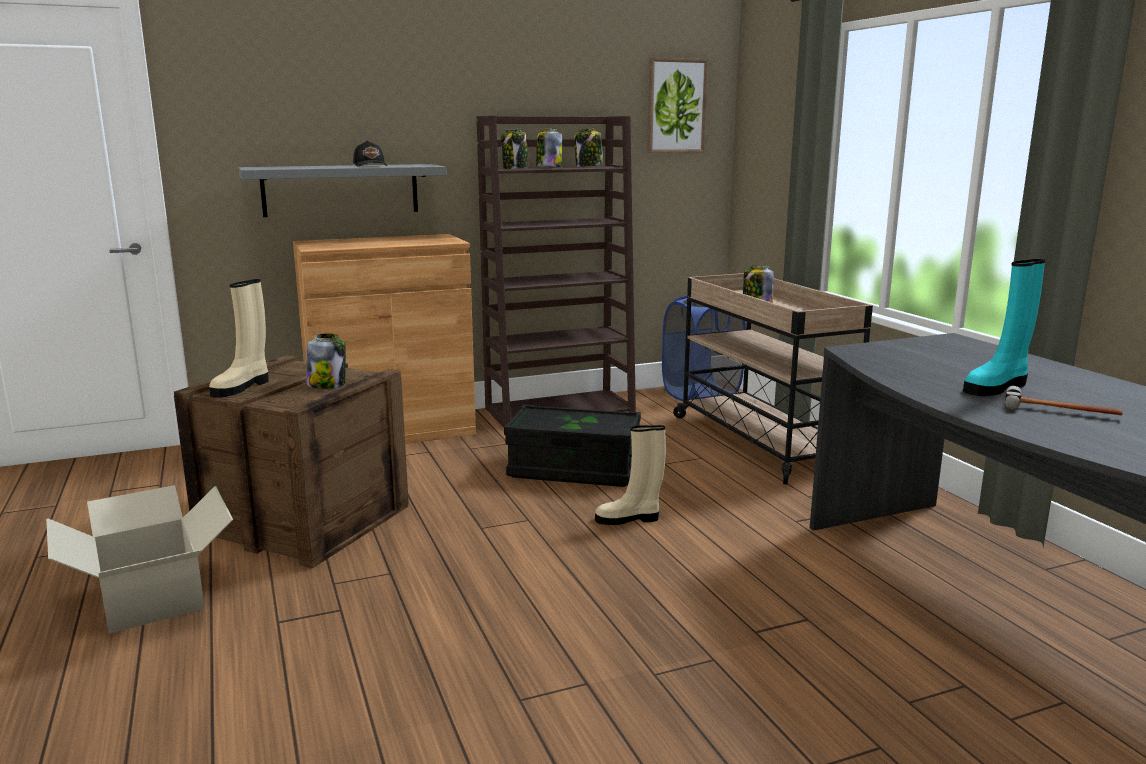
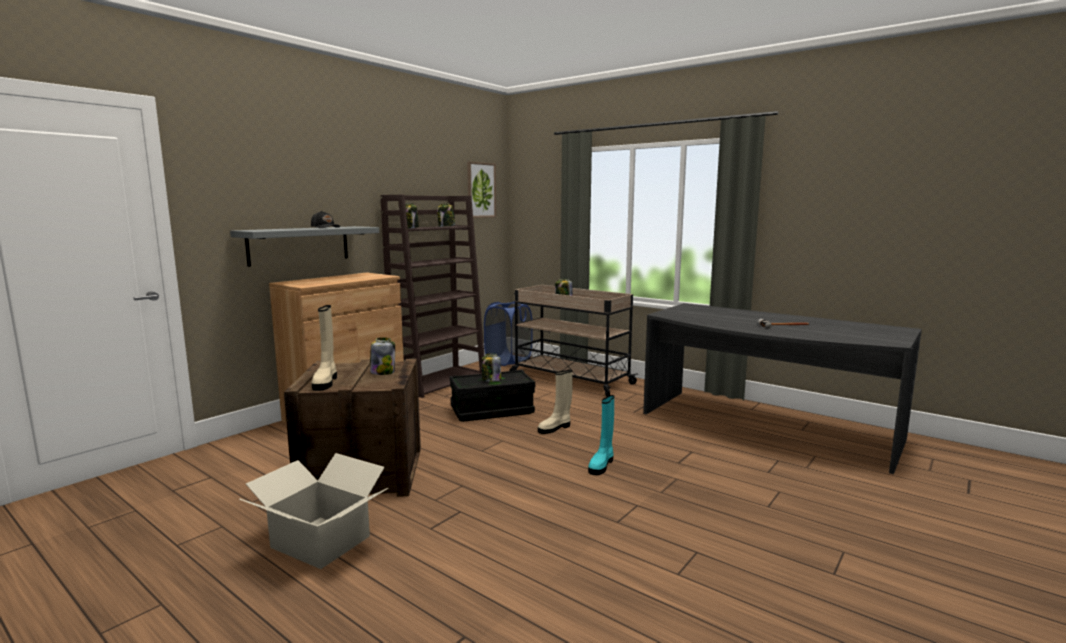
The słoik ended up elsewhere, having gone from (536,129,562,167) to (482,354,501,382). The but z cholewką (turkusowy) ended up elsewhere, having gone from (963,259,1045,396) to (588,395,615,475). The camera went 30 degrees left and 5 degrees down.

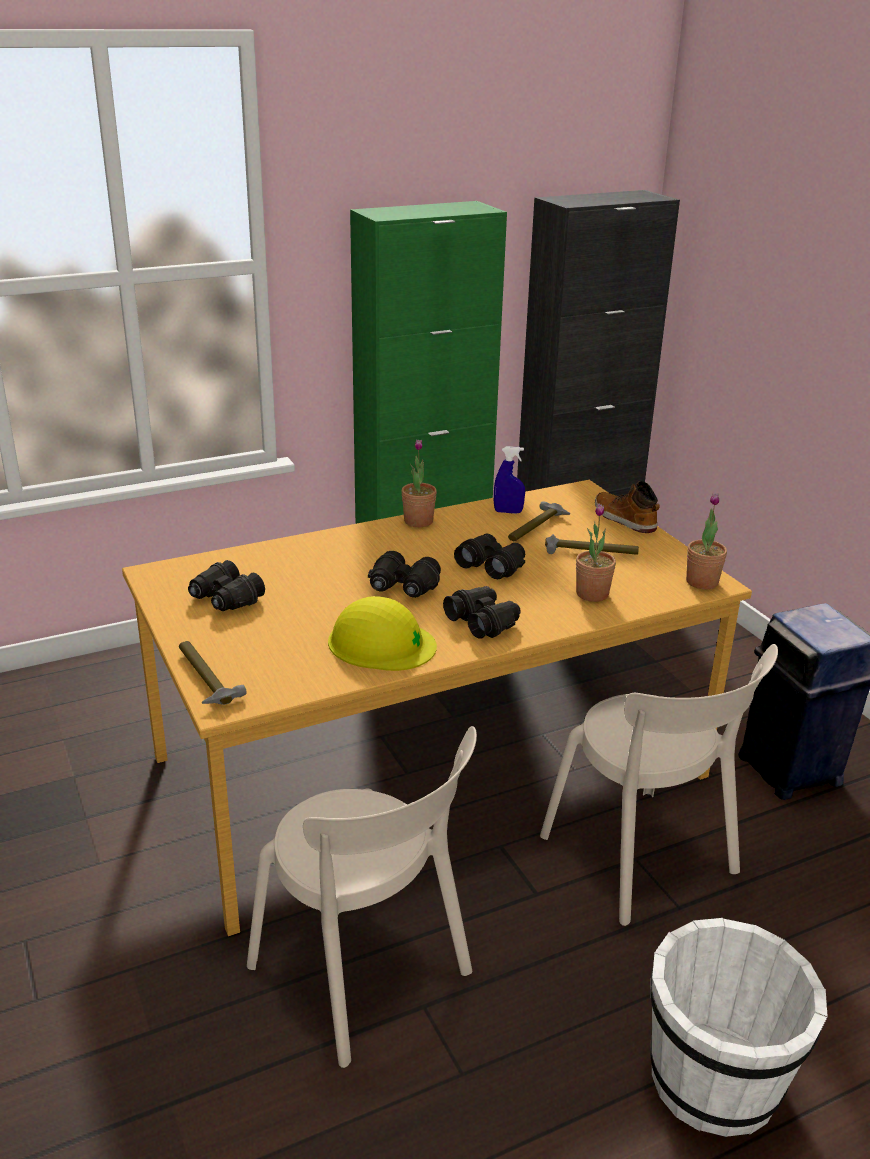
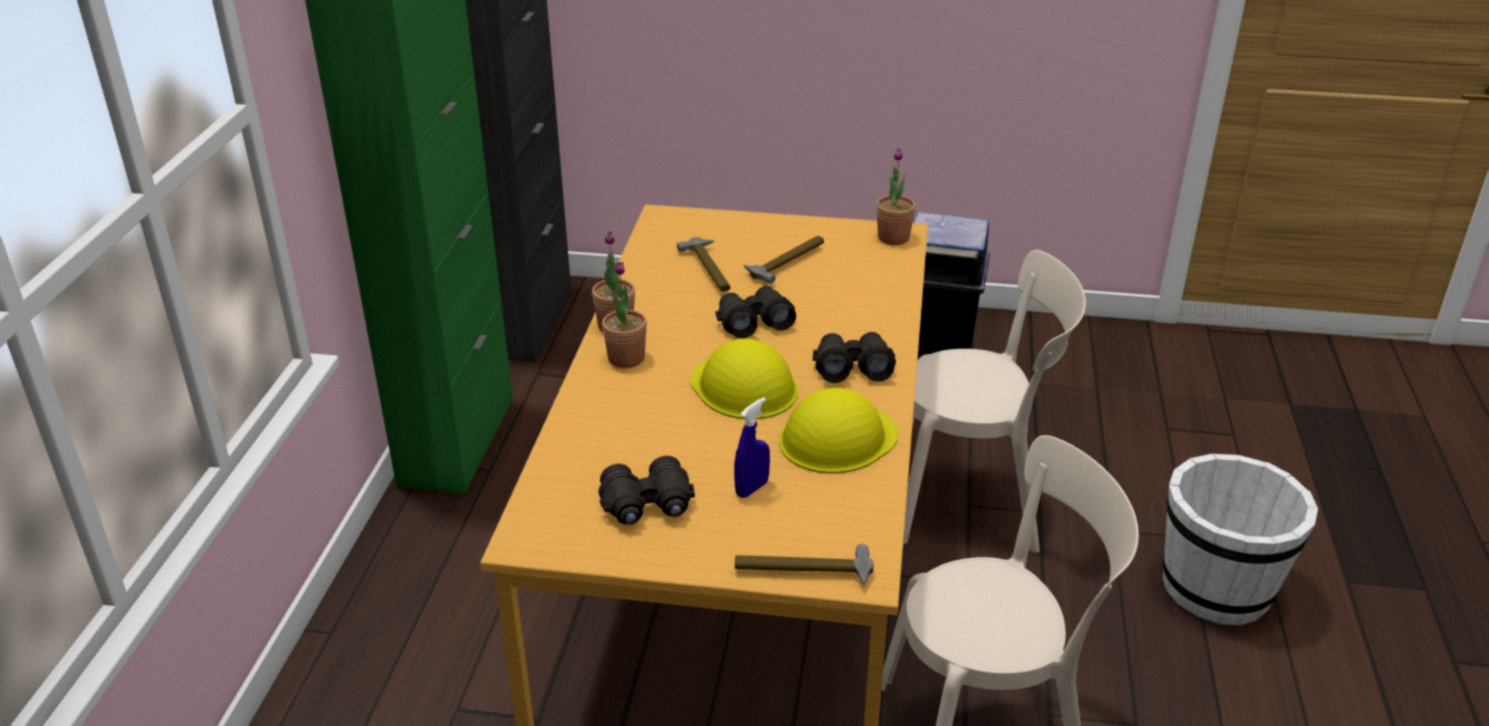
Where the lornetka (czarny) stood at (368,551,441,598), the kask (żółty) came to stand at (690,339,798,419). The spryskiwacz (niebieski) ended up elsewhere, having gone from (494,446,525,514) to (734,397,770,498). The roślina doniczkowa ended up elsewhere, having gone from (576,503,616,602) to (602,262,647,368). The second view lost the but z cholewką at (595,481,660,533). The camera went 55 degrees left and 5 degrees up.

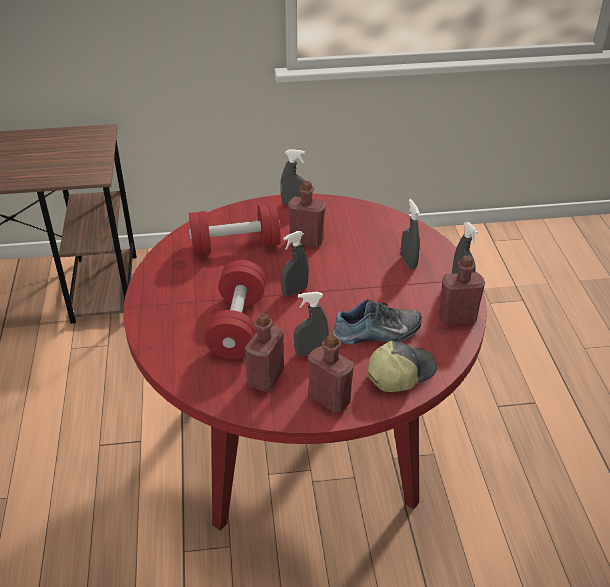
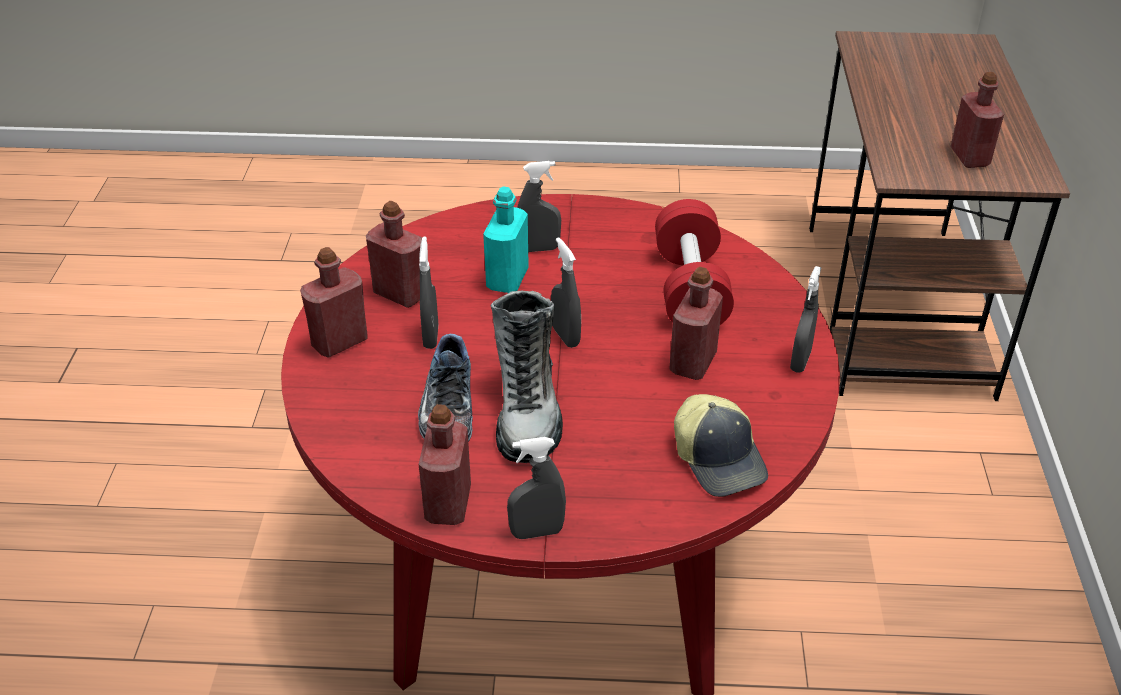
Where the hantel (czerwony) stood at (205,260,266,359), the butelka (turkusowy) came to stand at (483,186,529,293). The czapka z daszkiem ended up elsewhere, having gone from (367,341,437,392) to (674,394,768,497). The spryskiwacz (szary) ended up elsewhere, having gone from (401,199,420,270) to (517,161,561,252). The second view gained the but z cholewką at (491,291,563,463). The second view gained the butelka (czerwony) at (950,72,1004,168). The camera went 100 degrees right and 0 degrees up.

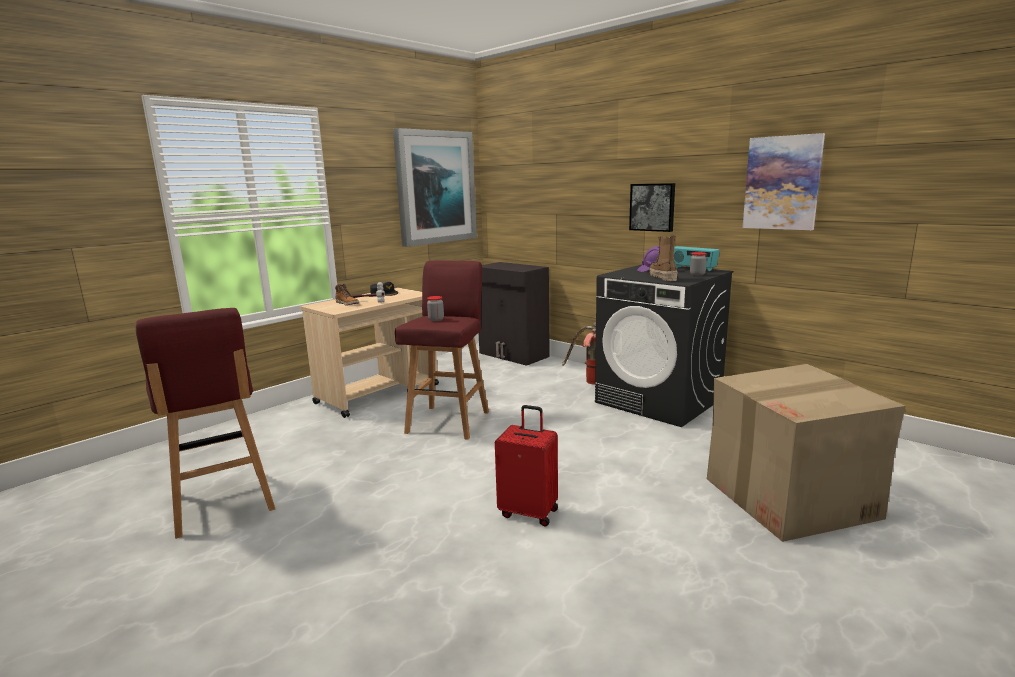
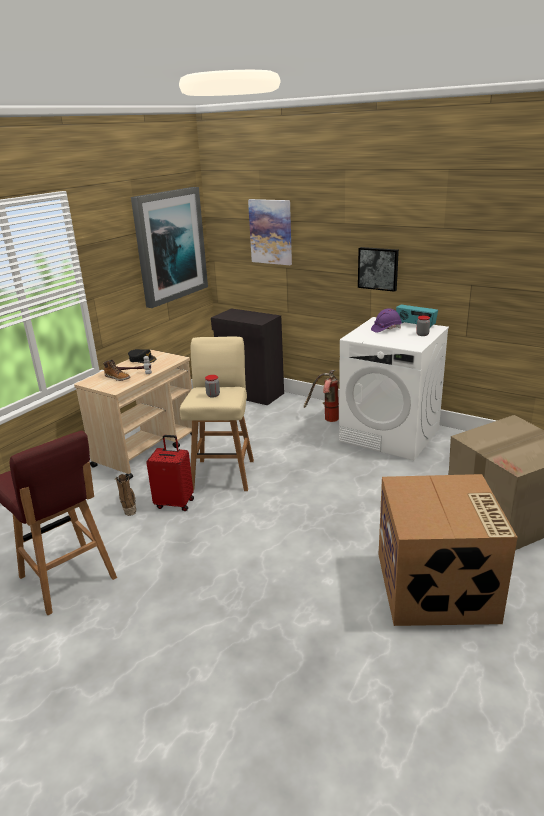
What was the stołek (czerwony) at (395,260,489,440) turned into the stołek (beżowy) at (180,336,254,491). The walizka (czerwony) ended up elsewhere, having gone from (495,405,558,527) to (146,435,194,511). What was the pralka (czarny) at (595,264,733,427) turned into the pralka (biały) at (339,317,449,460). The but z cholewką ended up elsewhere, having gone from (649,234,678,281) to (115,474,136,516). The obraz ended up elsewhere, having gone from (742,133,825,230) to (248,199,292,265). The second view gained the karton at (379,474,518,626). The camera went 10 degrees left and 10 degrees up.

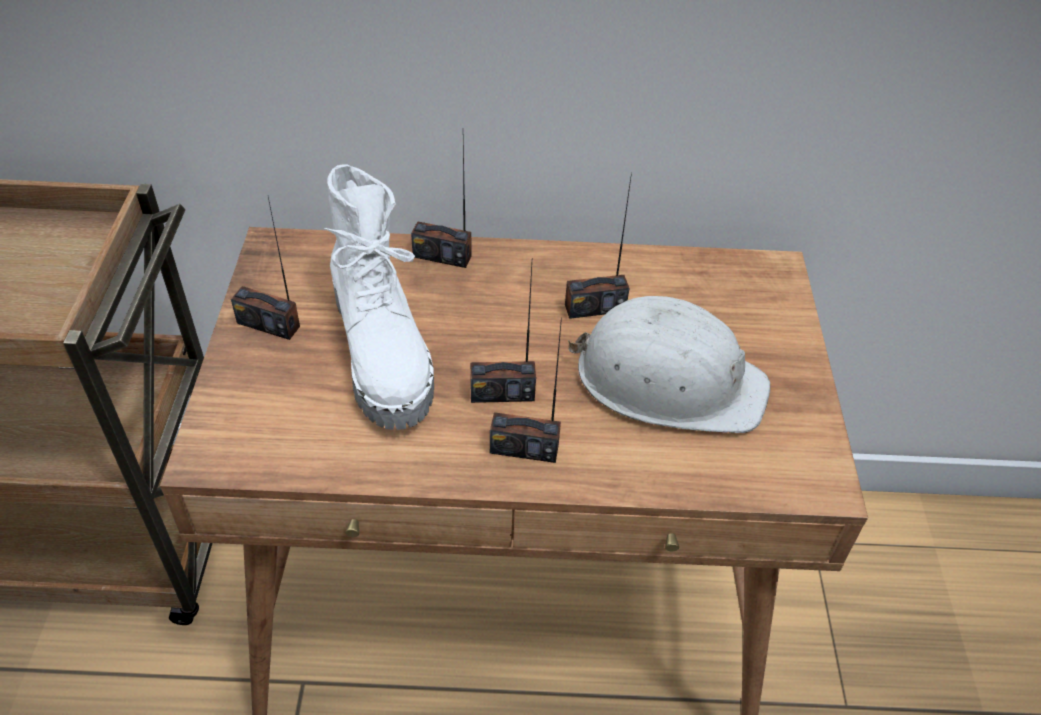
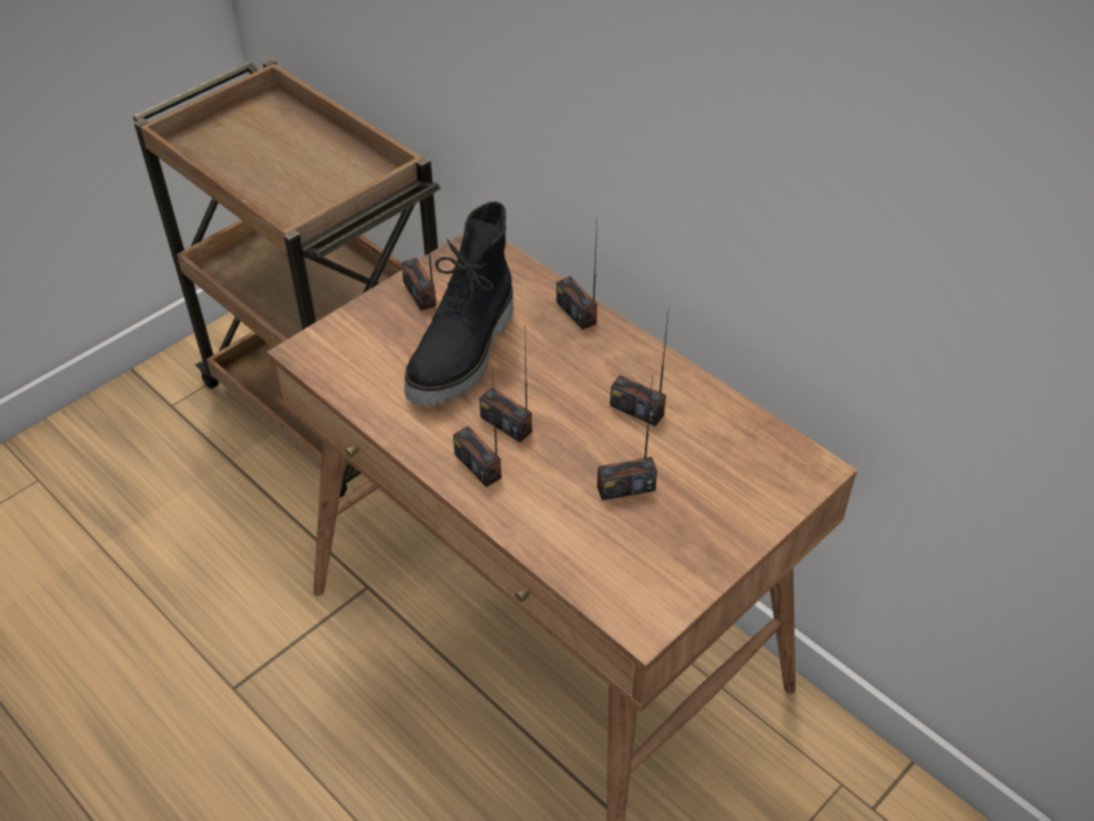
What was the but z cholewką (biały) at (324,165,434,430) turned into the but z cholewką (czarny) at (404,201,513,406). Where the kask (biały) stood at (568,296,770,433), the radio came to stand at (597,375,657,500). The camera went 45 degrees right and 0 degrees up.

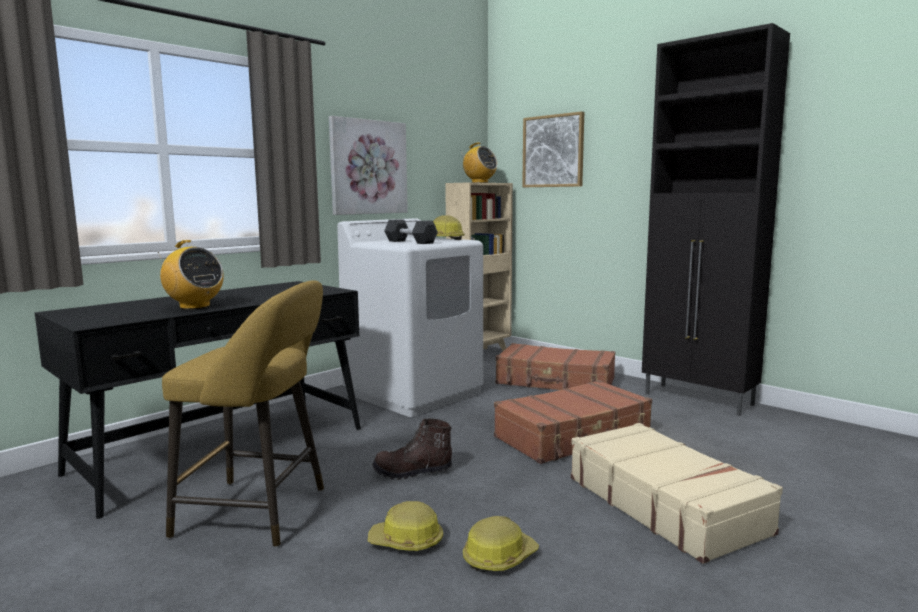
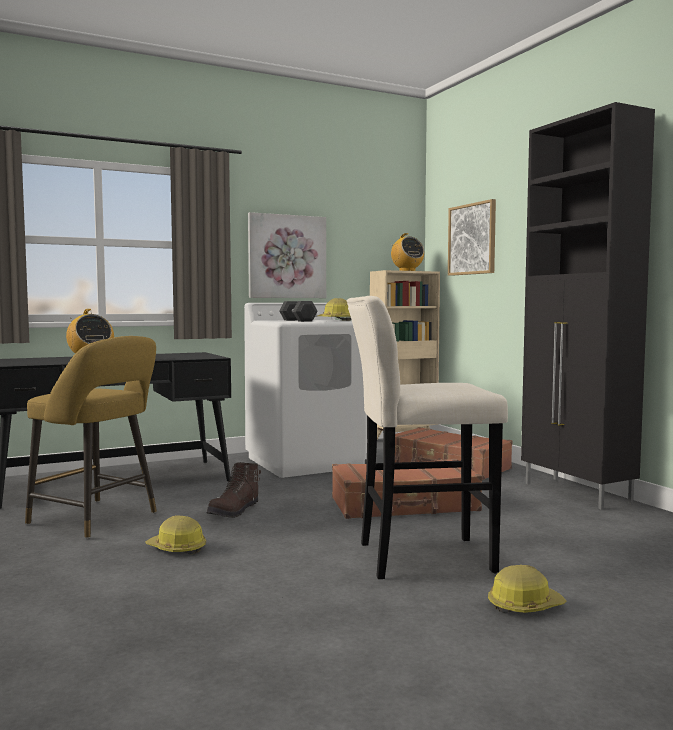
The but z cholewką (brązowy) at (372,418,452,480) ended up facing another way, 75 degrees counterclockwise from before. The kask ended up elsewhere, having gone from (463,516,539,572) to (488,565,566,613). Where the walizka (beżowy) stood at (571,423,783,564), the stołek (beżowy) came to stand at (347,296,508,579). The camera went 20 degrees right and 5 degrees down.

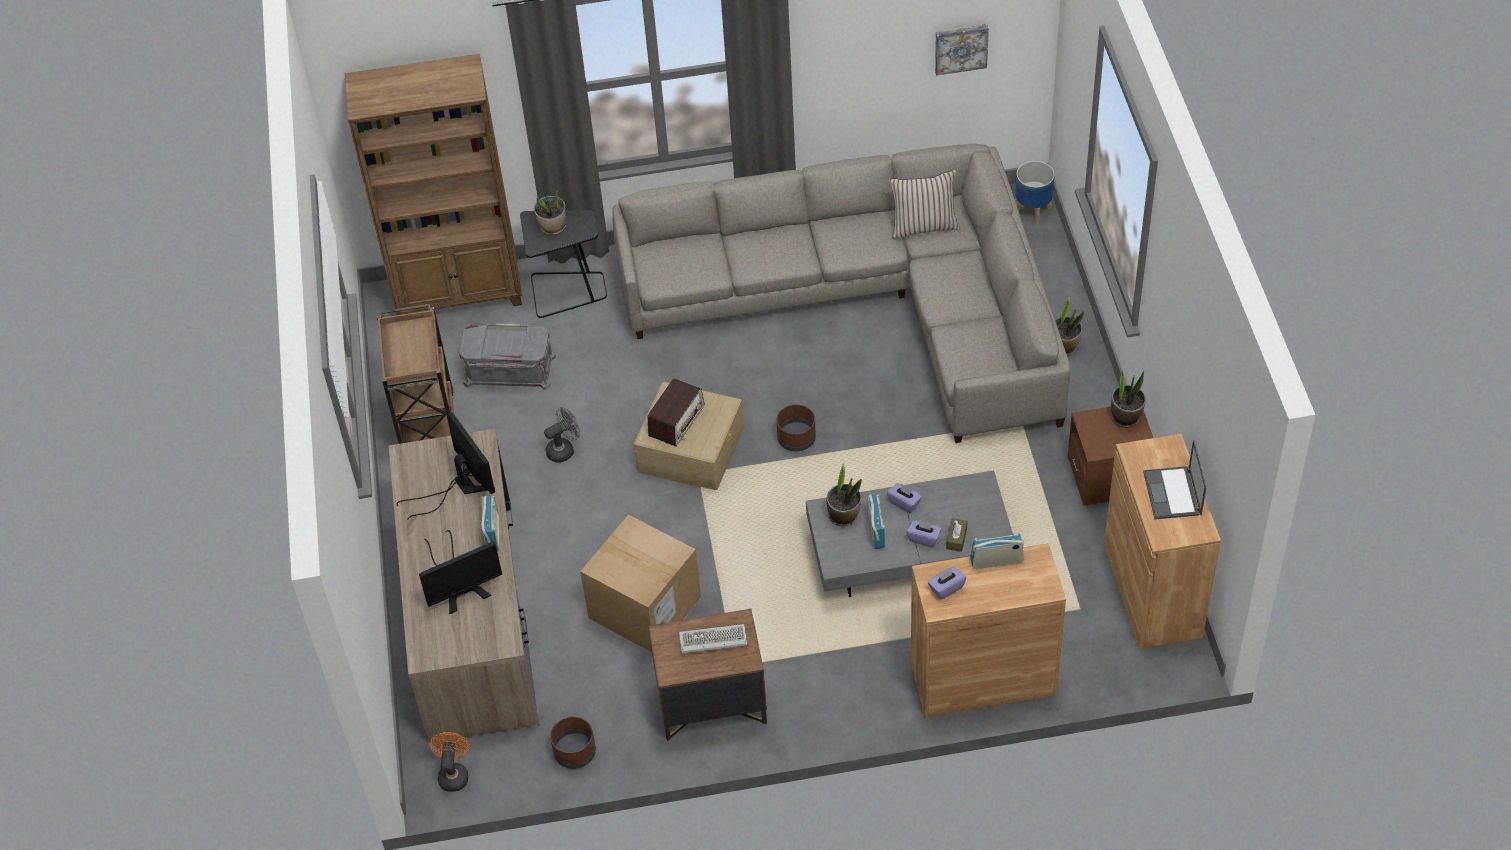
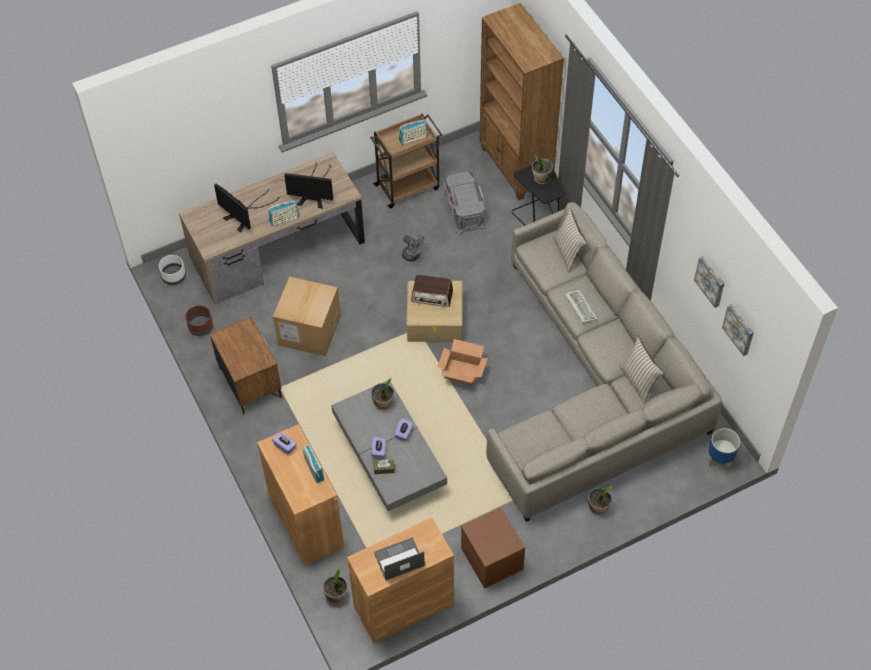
The monitor at (397,412,495,519) ended up facing another way, 60 degrees clockwise from before. Where the wentylator (pomarańczowy) stood at (429,732,470,792), the donica (biały) came to stand at (159,255,186,285). The klawiatura ended up elsewhere, having gone from (679,624,747,654) to (565,290,597,324). Where the donica (brązowy) stood at (776,404,816,451), the karton came to stand at (438,339,488,386). The radio ended up elsewhere, having gone from (868,494,885,549) to (399,120,428,145). The roślina doniczkowa ended up elsewhere, having gone from (1111,367,1146,428) to (323,568,347,604). The second view gained the poduszka (beżowy) at (553,208,587,272). The second view gained the obraz at (694,256,725,308). The camera went 70 degrees right and 5 degrees up.

